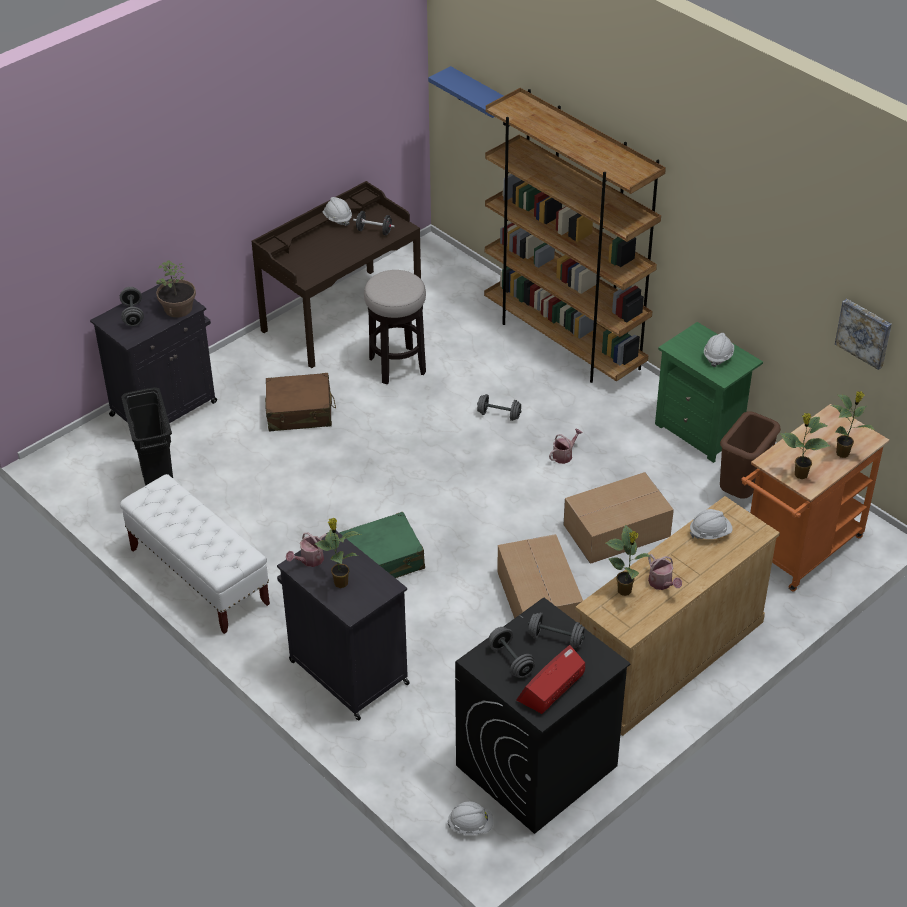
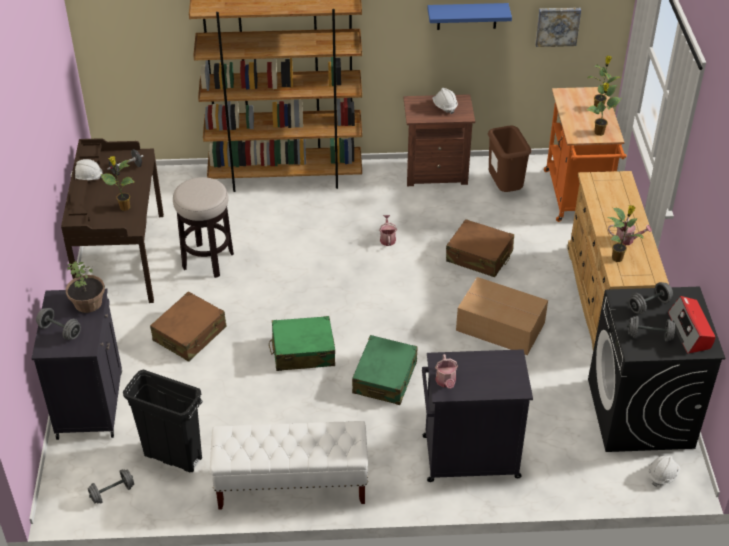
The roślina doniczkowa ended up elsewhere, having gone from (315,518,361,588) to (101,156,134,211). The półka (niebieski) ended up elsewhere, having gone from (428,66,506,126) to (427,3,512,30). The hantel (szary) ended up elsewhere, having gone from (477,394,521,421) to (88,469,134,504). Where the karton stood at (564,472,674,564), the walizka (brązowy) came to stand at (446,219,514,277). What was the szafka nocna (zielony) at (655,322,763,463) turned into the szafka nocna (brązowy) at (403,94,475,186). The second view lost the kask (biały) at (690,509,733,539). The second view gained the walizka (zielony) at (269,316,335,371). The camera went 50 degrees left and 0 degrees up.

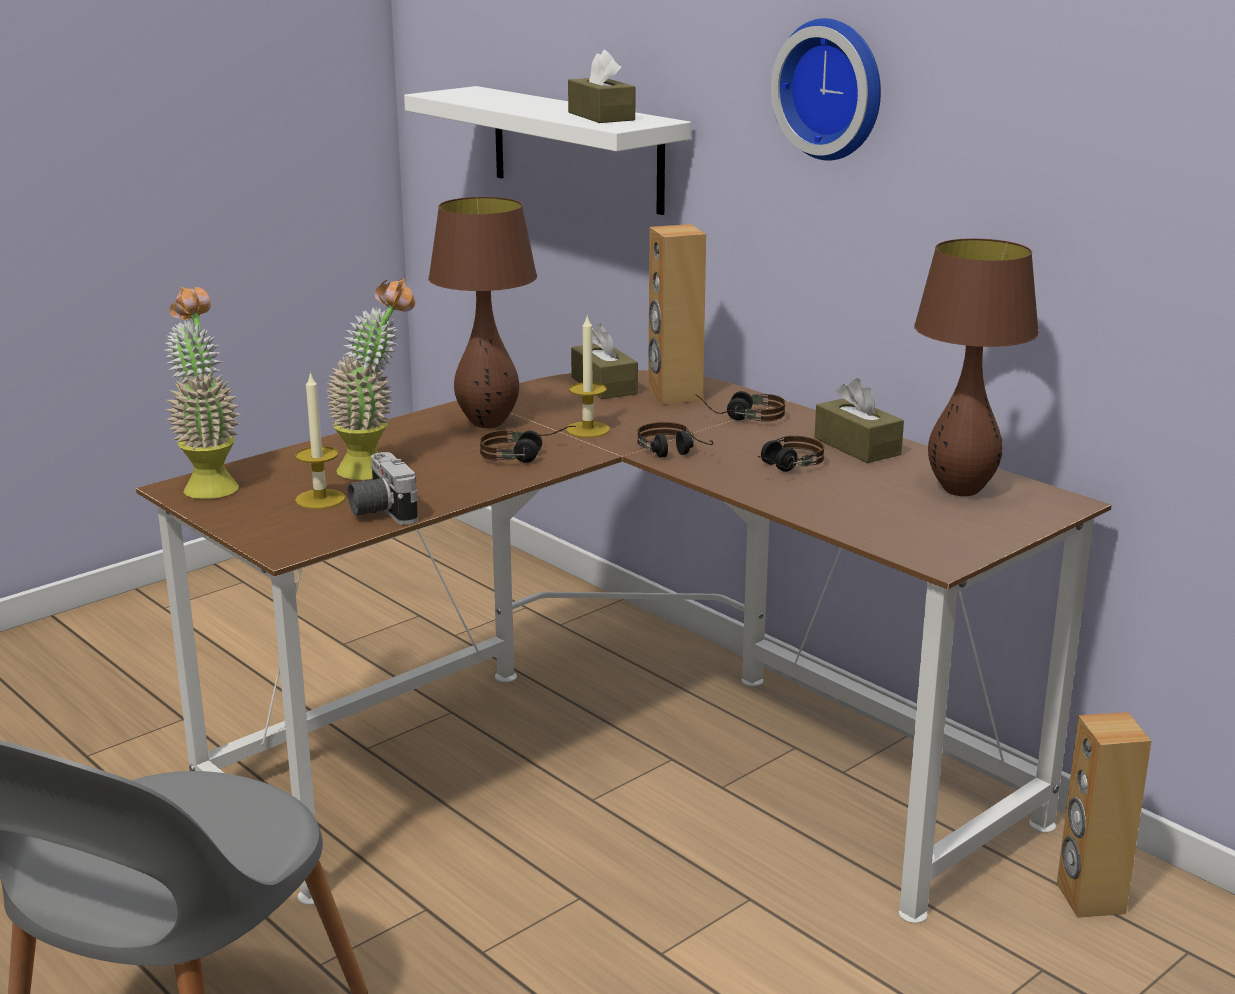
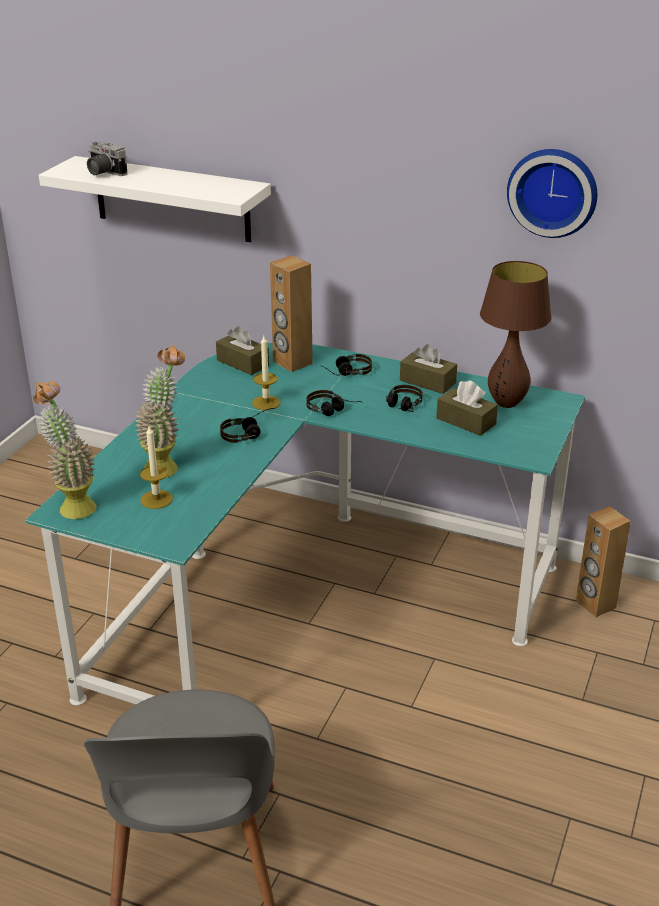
What was the biurko (brązowy) at (136,370,1112,923) turned into the biurko (turkusowy) at (25,343,585,706). The aparat fotograficzny ended up elsewhere, having gone from (348,452,418,525) to (87,142,128,176). The second view lost the lampa stołowa (brązowy) at (428,197,537,428). The pudełko chusteczek (brązowy) ended up elsewhere, having gone from (568,50,635,123) to (436,380,498,436). The zegar ścienny ended up elsewhere, having gone from (771,18,881,160) to (507,149,597,238). The camera went 25 degrees left and 10 degrees up.

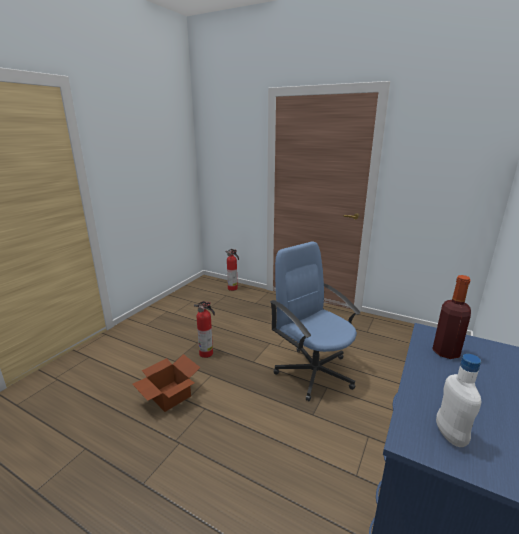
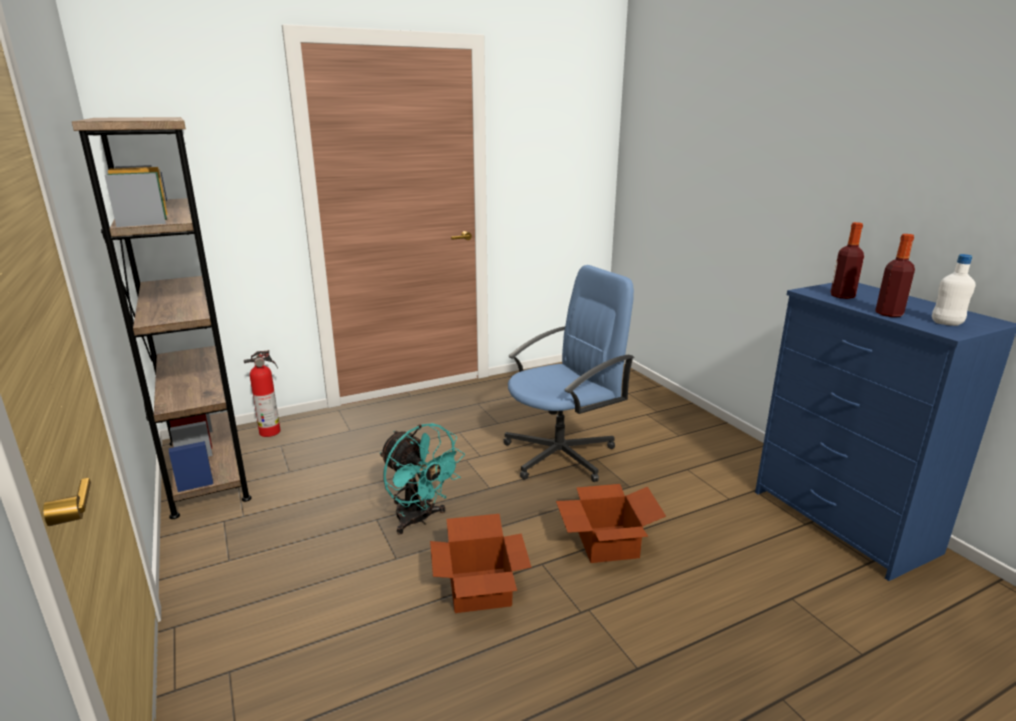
Where the gaśnica stood at (194,301,215,358), the wentylator (turkusowy) came to stand at (380,423,465,535). The krzesło biurowe (niebieski) at (270,241,360,401) ended up facing another way, 150 degrees clockwise from before. The second view gained the regał (brązowy) at (72,117,252,519). The second view gained the karton at (556,484,666,563). The second view gained the butelka at (875,234,915,317). The camera went 55 degrees left and 0 degrees up.

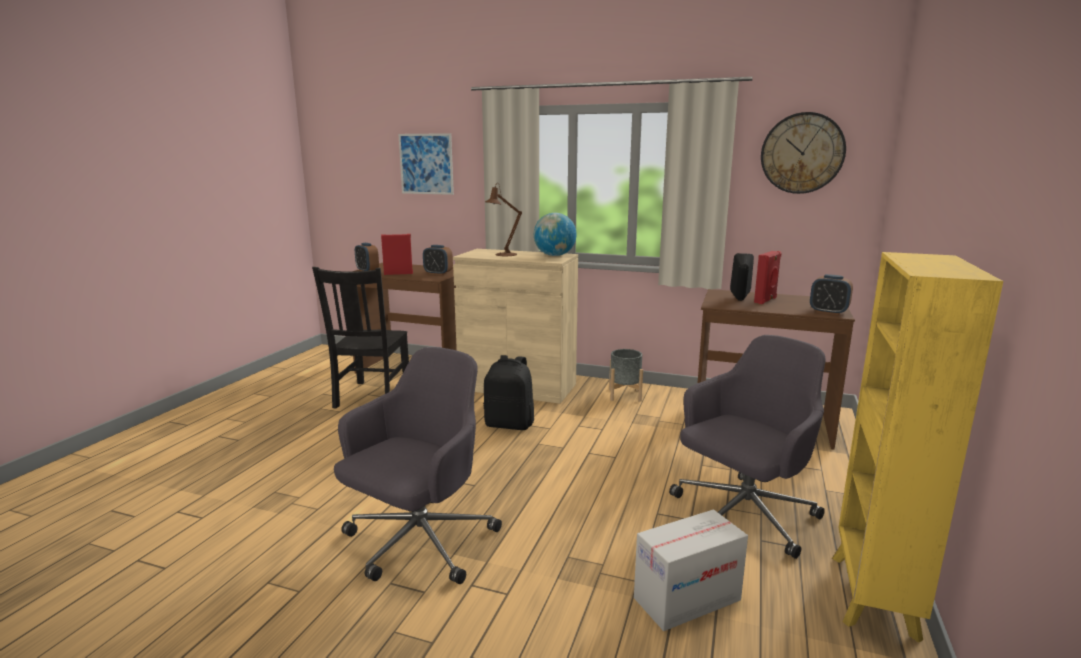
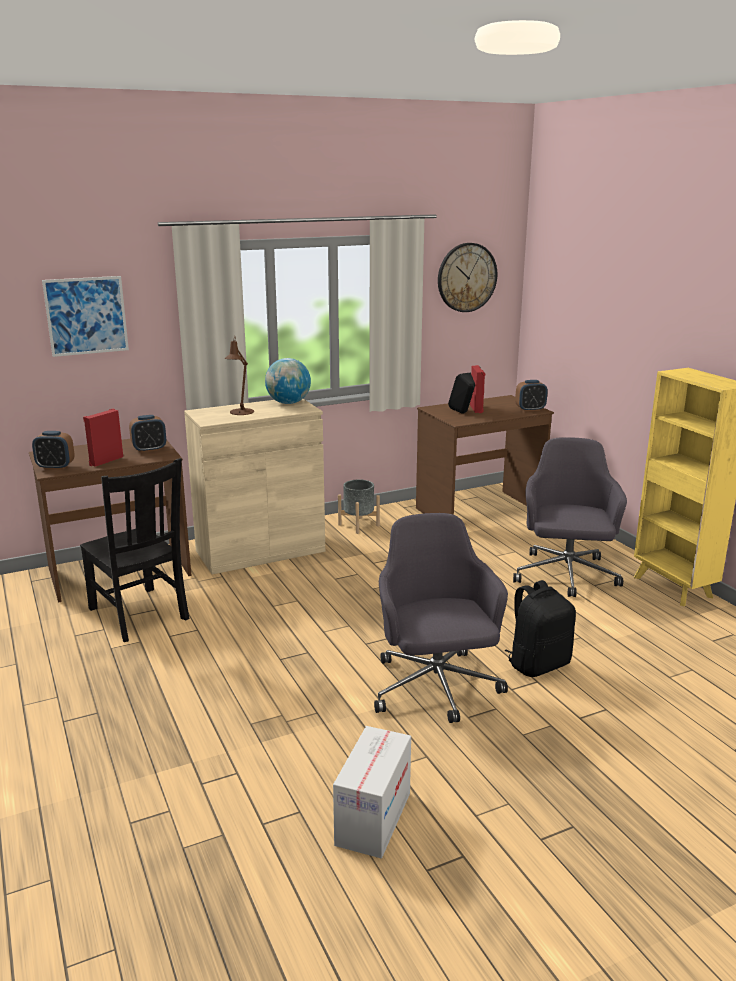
The plecak (czarny) ended up elsewhere, having gone from (483,355,534,430) to (505,580,576,677). The karton ended up elsewhere, having gone from (634,509,748,631) to (333,726,411,858). The camera went 45 degrees left and 5 degrees up.

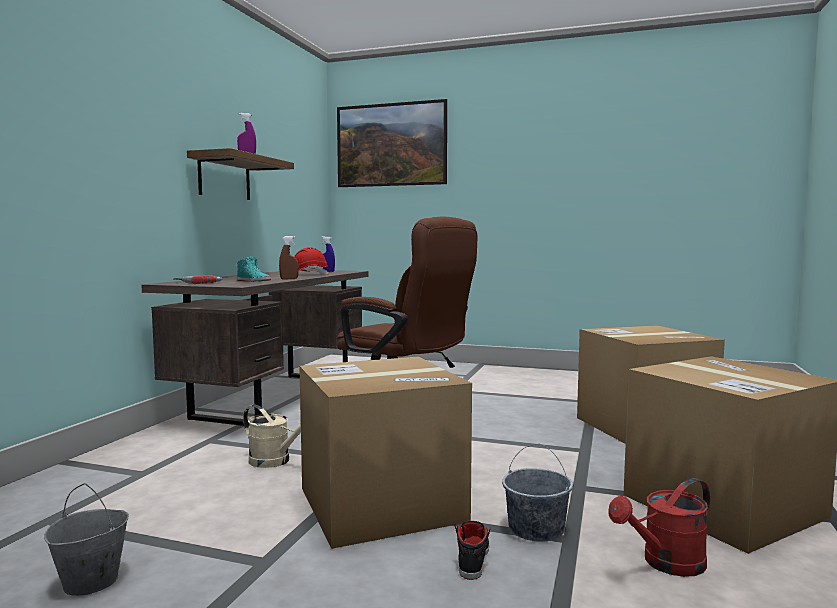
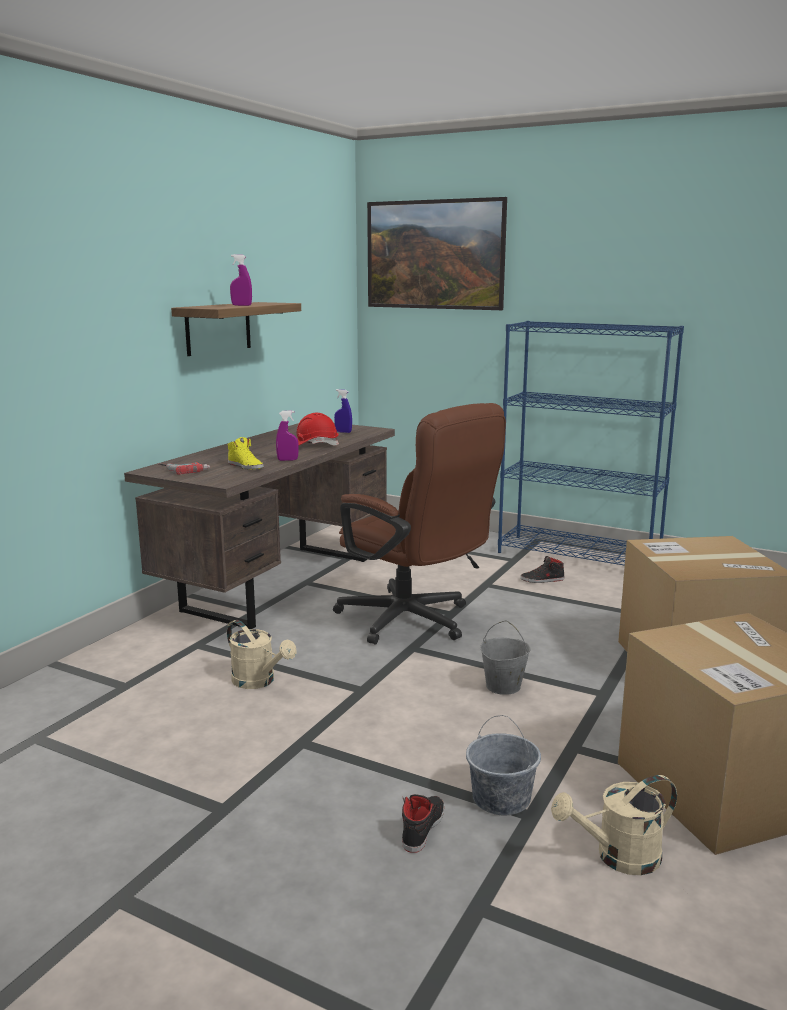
The wiadro (szary) ended up elsewhere, having gone from (44,483,129,596) to (480,620,531,695). What was the but (turkusowy) at (237,256,271,282) turned into the but (żółty) at (228,437,264,469). What was the spryskiwacz (brązowy) at (279,236,299,279) turned into the spryskiwacz (fioletowy) at (276,410,299,461). The second view lost the karton at (299,356,472,549). What was the konewka (czerwony) at (608,478,710,577) turned into the konewka (beżowy) at (551,775,677,875). The second view gained the regał (niebieski) at (498,321,684,566). The second view gained the but (czarny) at (520,556,565,583). The camera went 10 degrees right and 10 degrees up.

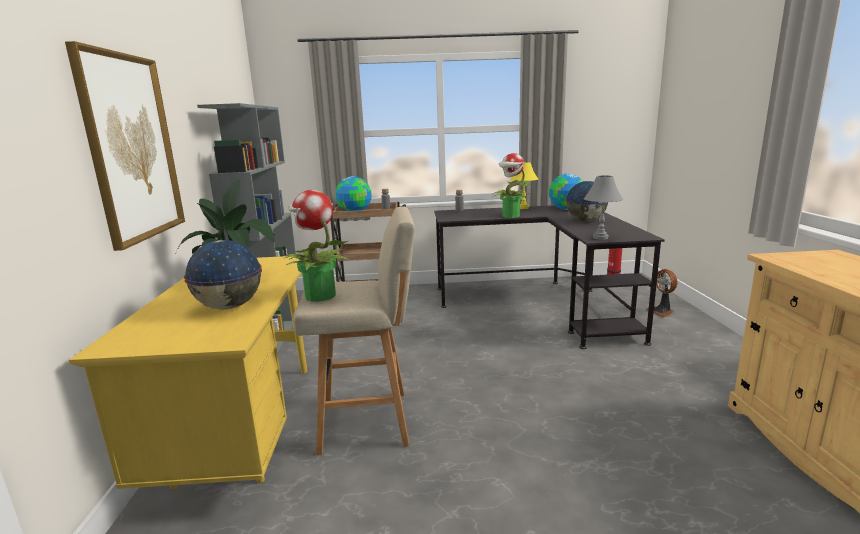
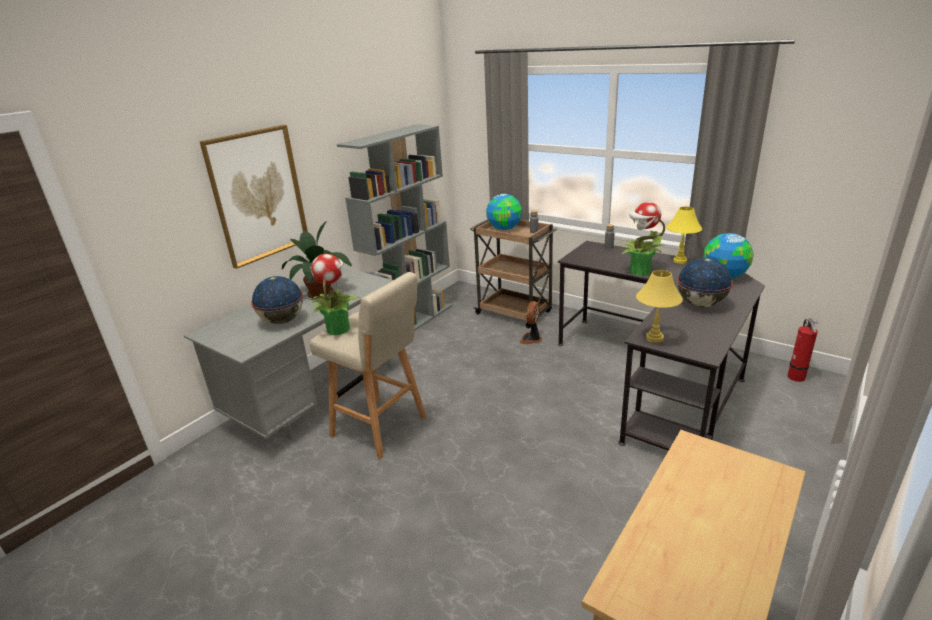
What was the biurko (żółty) at (69,256,308,489) turned into the biurko (szary) at (183,266,393,439). What was the lampa stołowa (szary) at (584,176,623,240) turned into the lampa stołowa (żółty) at (636,270,683,343). The wentylator ended up elsewhere, having gone from (646,269,678,317) to (519,301,542,344). The camera went 40 degrees right and 10 degrees up.

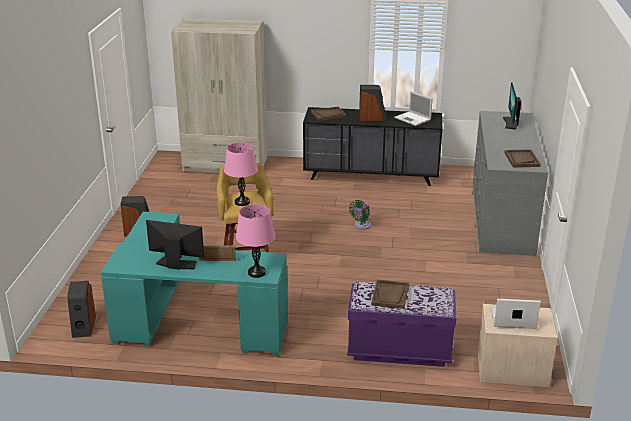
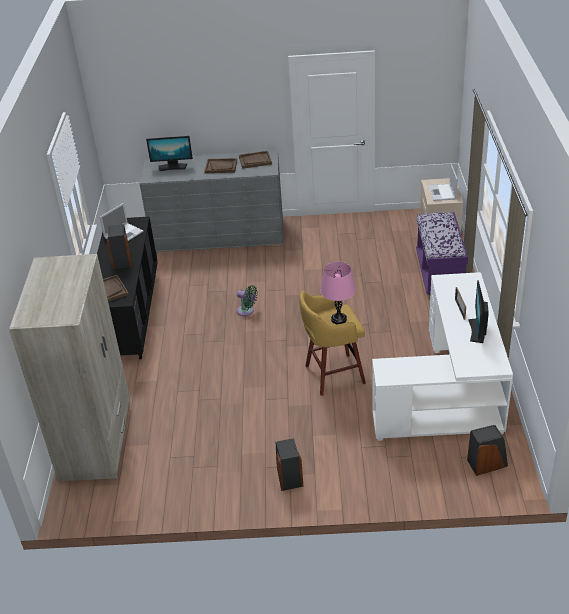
What was the biurko (turkusowy) at (101,212,288,356) turned into the biurko (biały) at (372,272,513,441). The second view lost the lampa stołowa (różowy) at (236,204,275,278). The taca (brązowy) ended up elsewhere, having gone from (371,279,409,309) to (205,158,237,173). The camera went 95 degrees left and 10 degrees up.

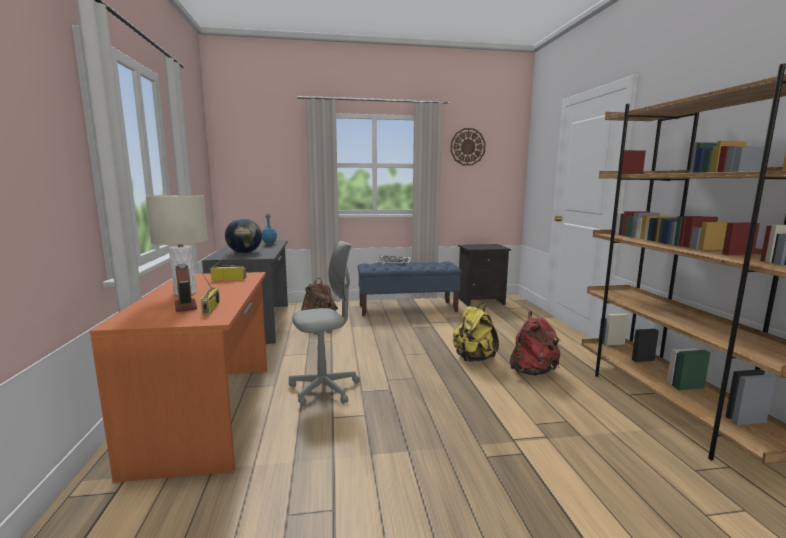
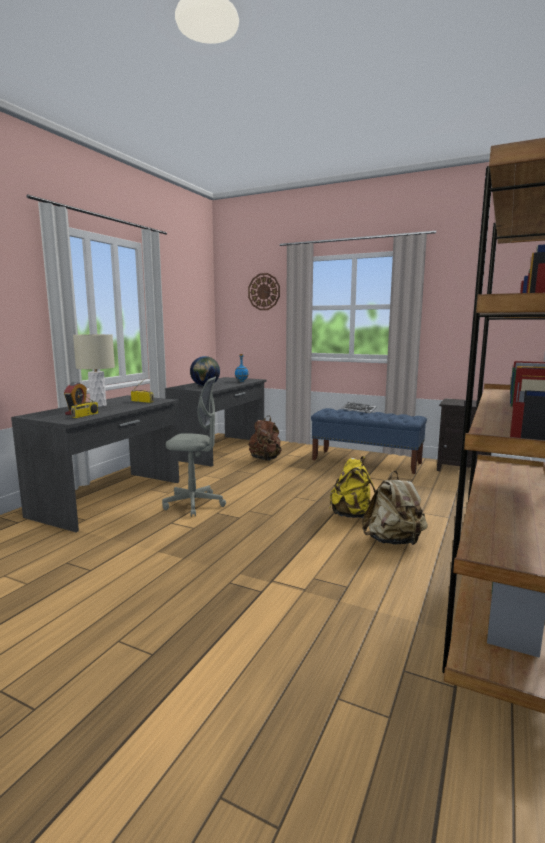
What was the biurko (pomarańczowy) at (90,272,267,483) turned into the biurko (szary) at (11,395,179,532). The zegar ścienny ended up elsewhere, having gone from (450,128,486,166) to (248,273,280,310). What was the plecak (czerwony) at (510,311,560,376) turned into the plecak (beżowy) at (362,471,428,545). The camera went 35 degrees right and 0 degrees up.

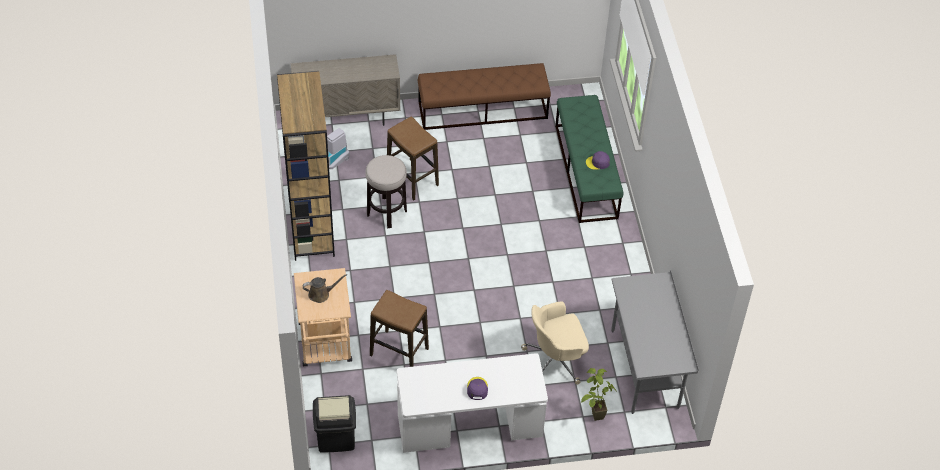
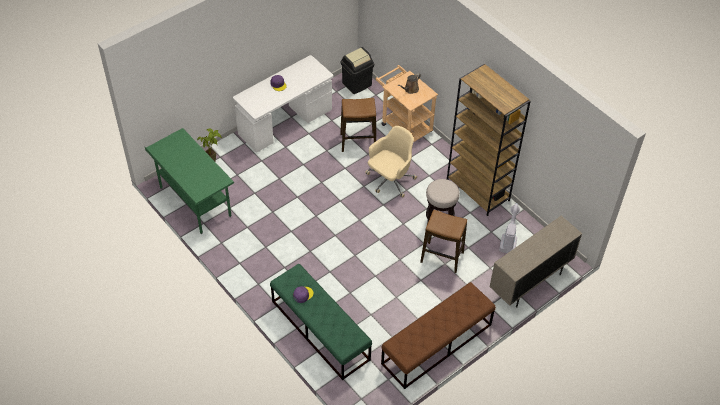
The krzesło biurowe (beżowy) ended up elsewhere, having gone from (521,301,589,384) to (365,126,417,198). What was the biurko (szary) at (611,270,699,414) turned into the biurko (zielony) at (144,128,234,234). The camera went 150 degrees right and 0 degrees up.

